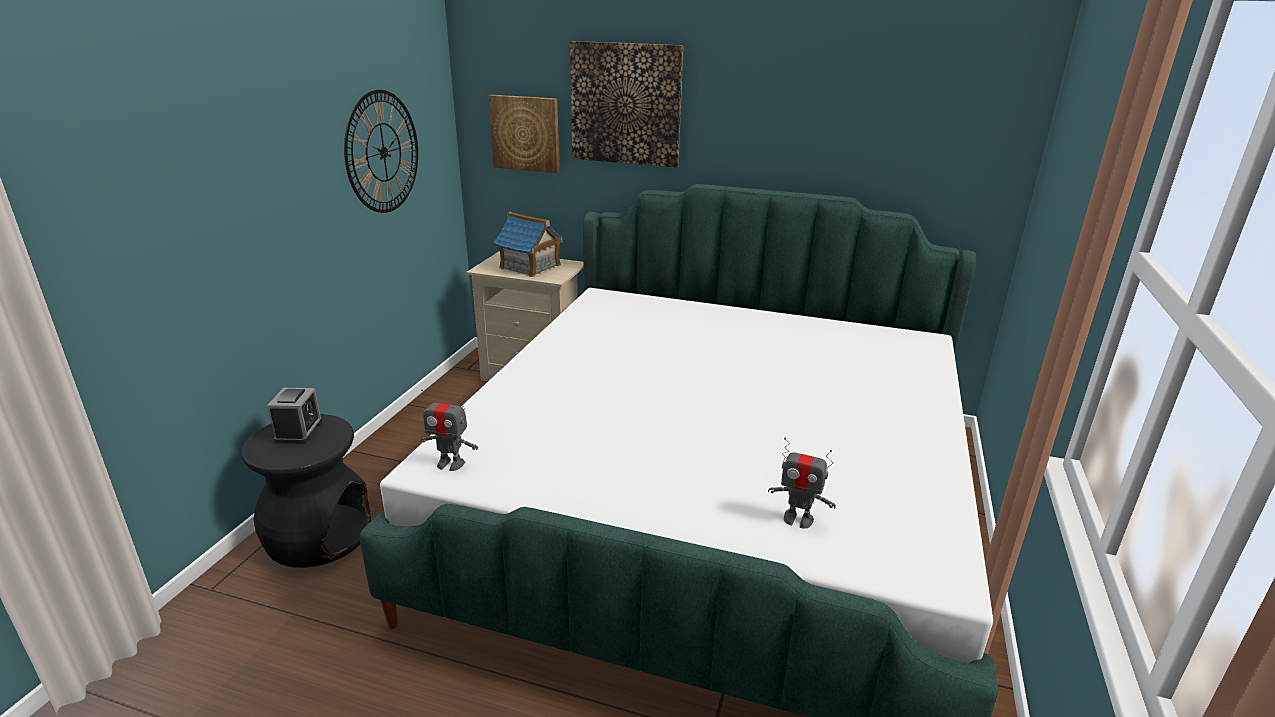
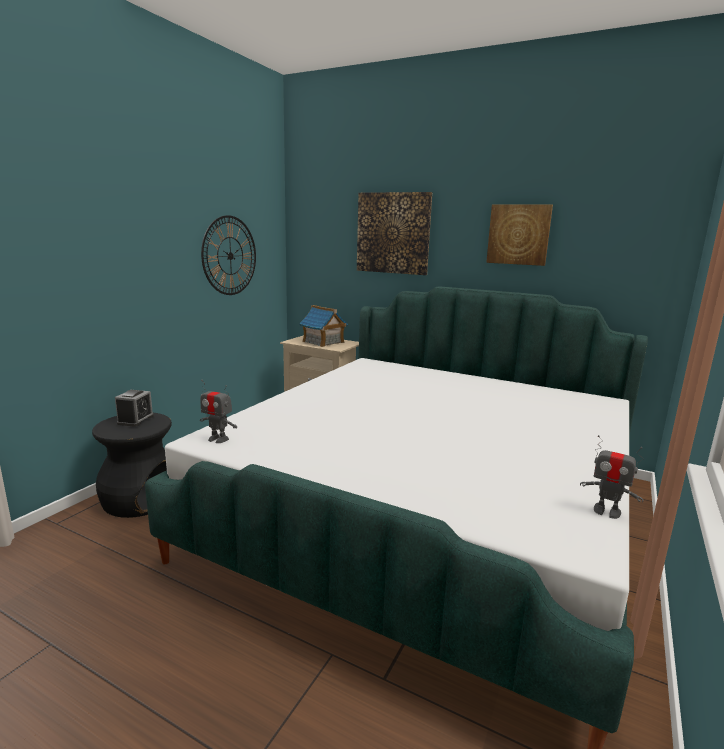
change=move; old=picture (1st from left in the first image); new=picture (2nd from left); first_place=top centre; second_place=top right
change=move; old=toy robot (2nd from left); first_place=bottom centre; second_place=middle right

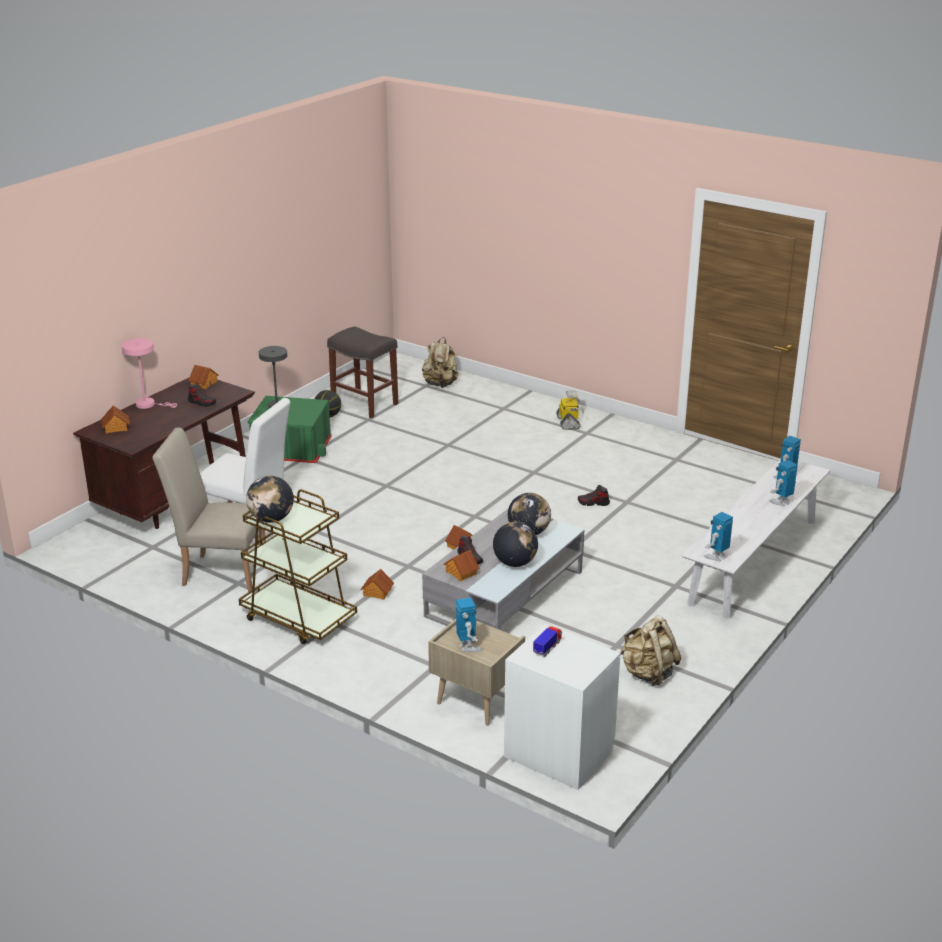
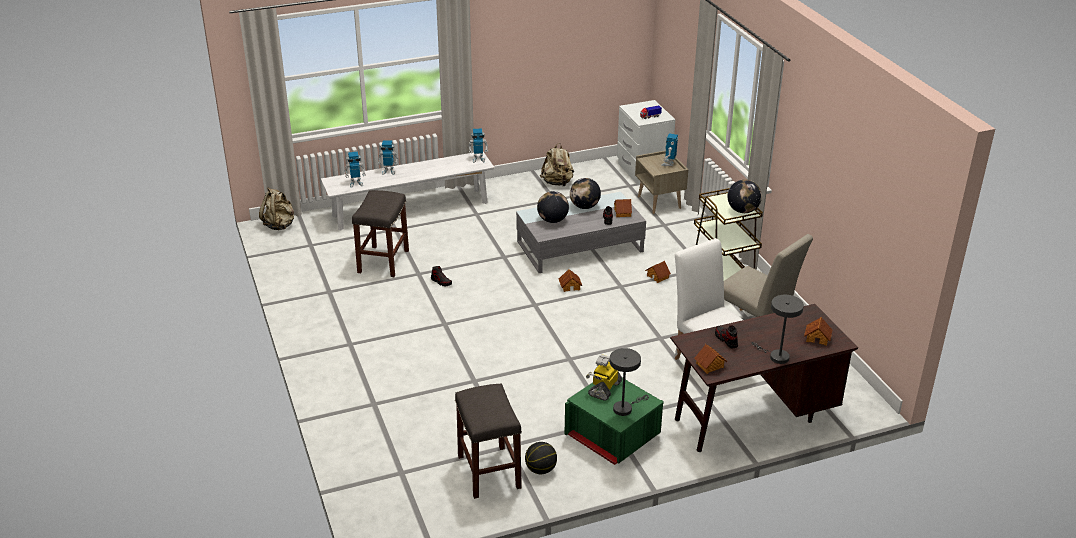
change=move; old=beige backpack (1st from left); first_place=centre; second_place=middle left
change=recolor; old=pink table lamp; new=grey table lamp (2nd from left); first_place=middle left; second_place=middle right
change=move; old=toy robot (2nd from left in the first image); new=toy robot (4th from left); first_place=centre; second_place=bottom centre
change=insert; new=grey stool (1st from left); second_place=centre

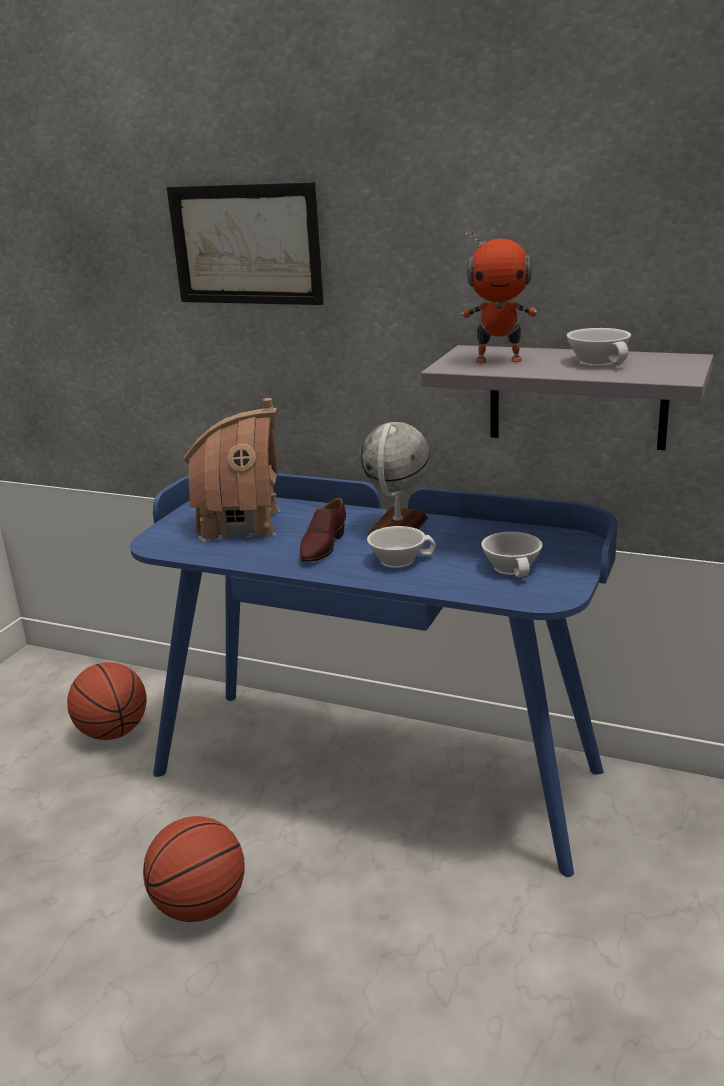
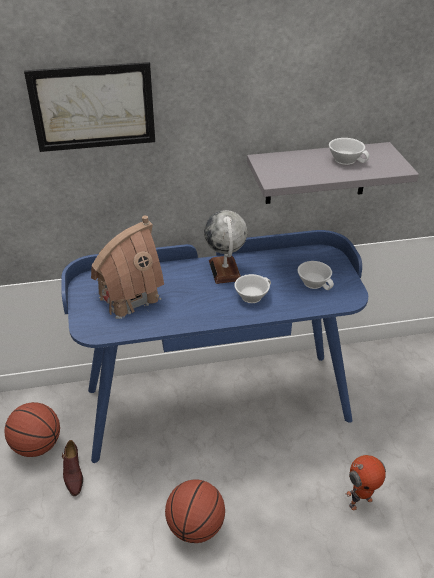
change=move; old=toy robot; first_place=top right; second_place=bottom right
change=move; old=brown shoe; first_place=centre; second_place=bottom left

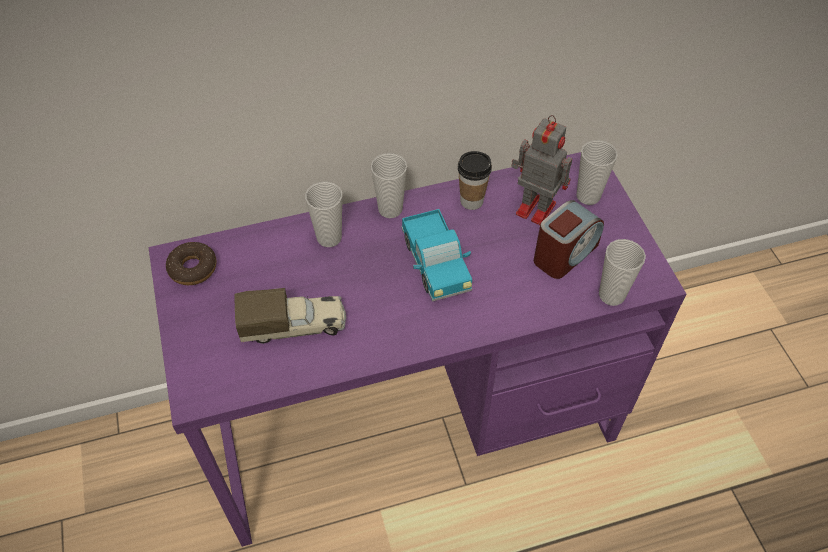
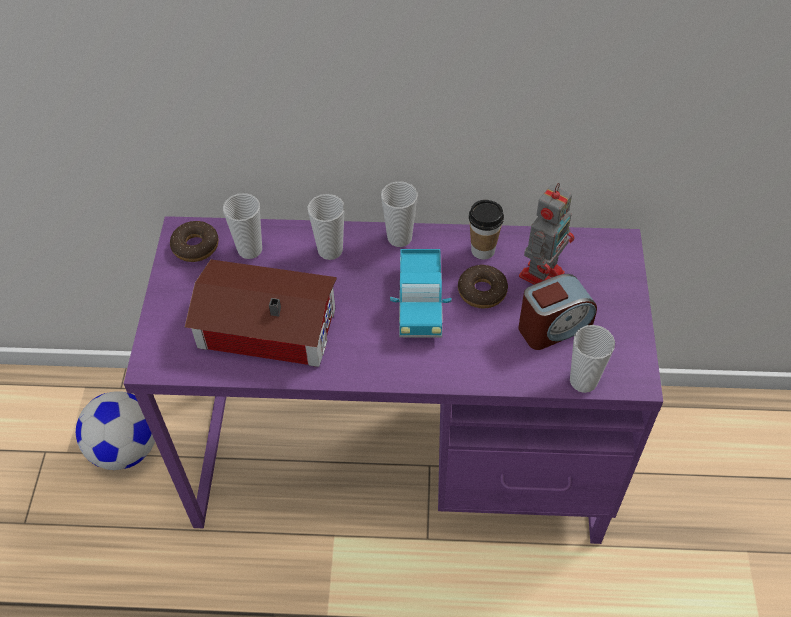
change=rotate; old=toy robot; first_place=top centre; second_place=middle right; degrees=75
change=move; old=cup (4th from left in the first image); new=cup (1st from left); first_place=top right; second_place=middle left
change=replace; old=toy truck (1st from left); new=toy house; first_place=centre; second_place=middle left
change=insert; new=donut (2nd from left); second_place=centre
change=insert; new=football; second_place=bottom left

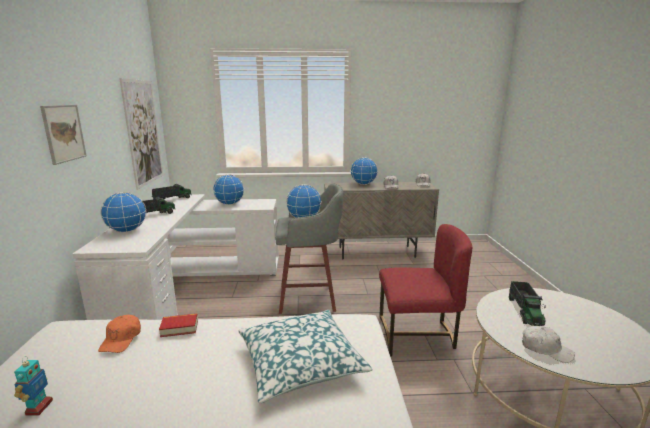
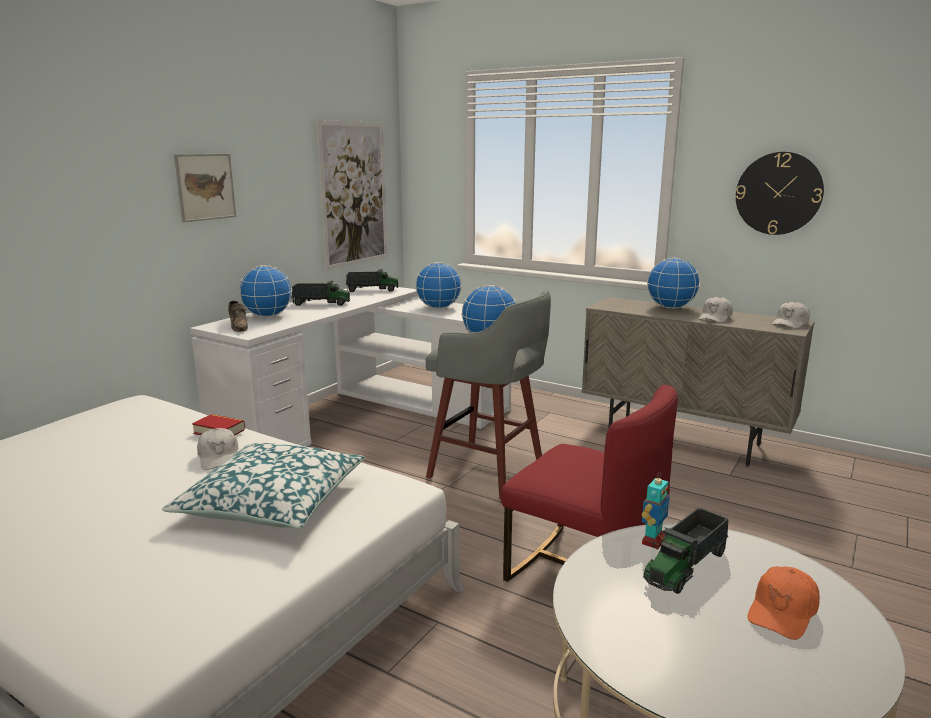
change=move; old=orange cap; first_place=bottom left; second_place=bottom right
change=move; old=white cap (3rd from left in the first image); new=white cap (1st from left); first_place=bottom right; second_place=middle left
change=move; old=toy robot; first_place=bottom left; second_place=bottom right
change=insert; new=wall clock; second_place=top right
change=insert; new=brown shoe; second_place=middle left

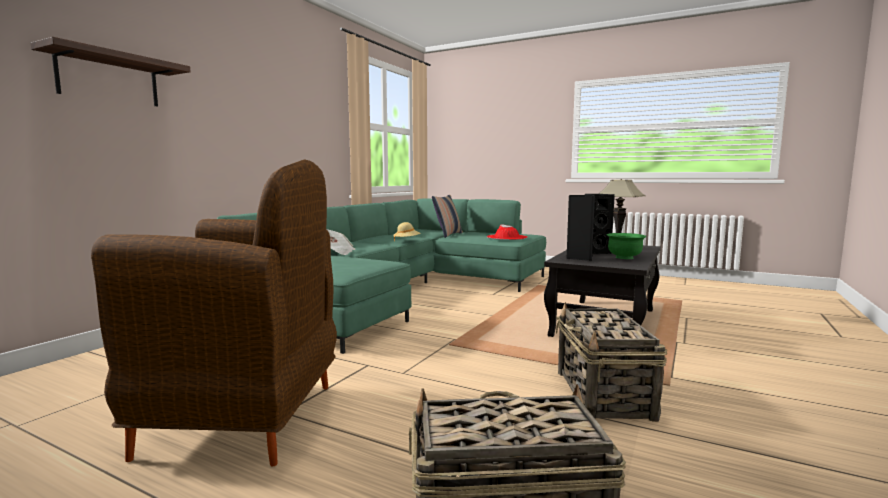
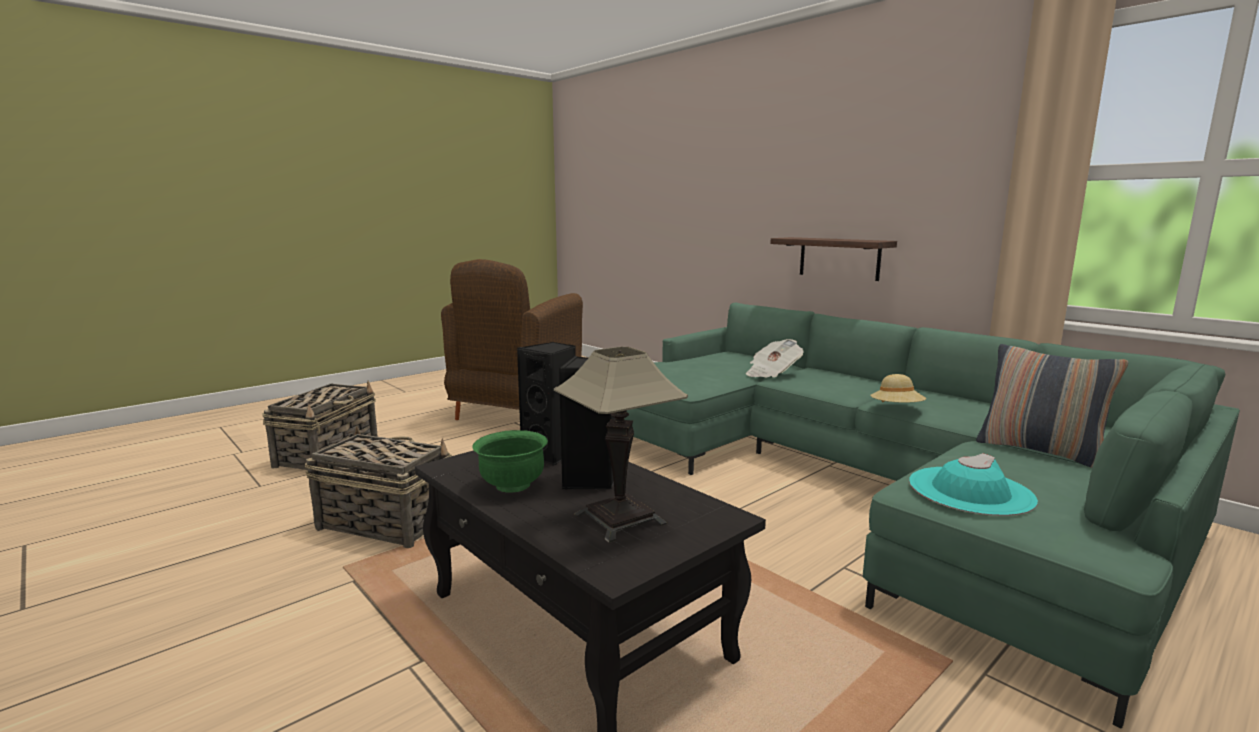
change=move; old=shelf; first_place=top left; second_place=centre
change=recolor; old=red hat; new=turquoise hat; first_place=centre; second_place=middle right

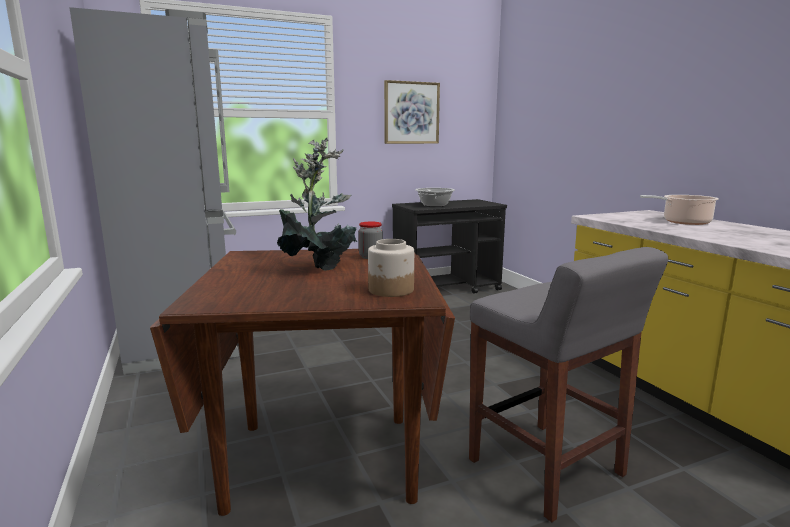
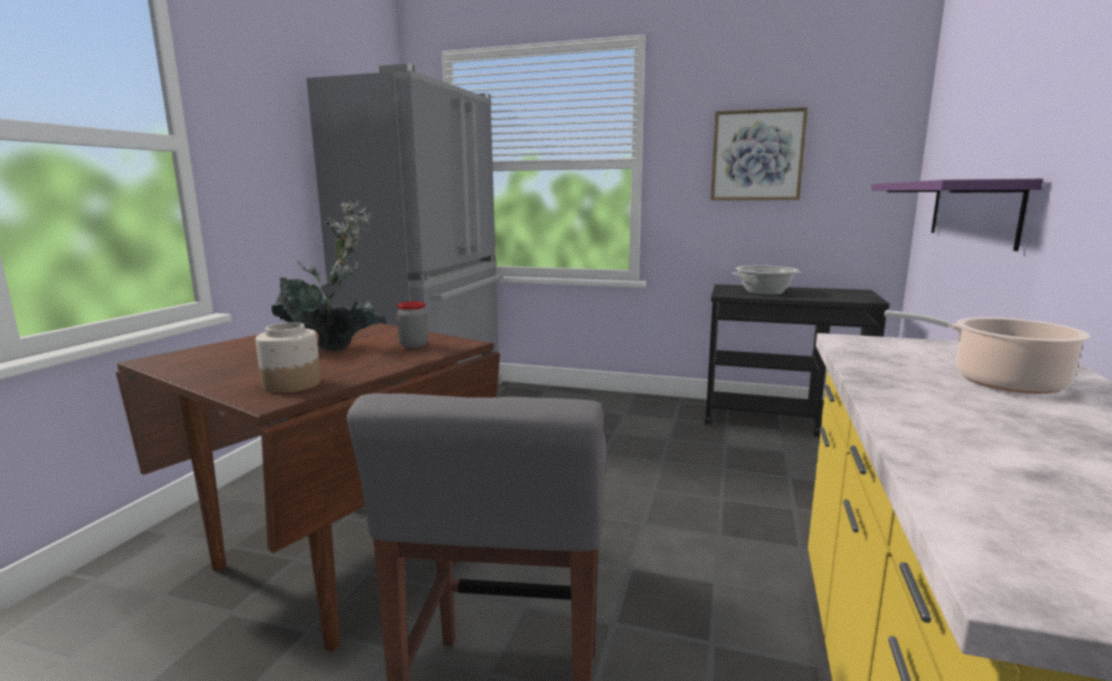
change=insert; new=purple shelf; second_place=top right

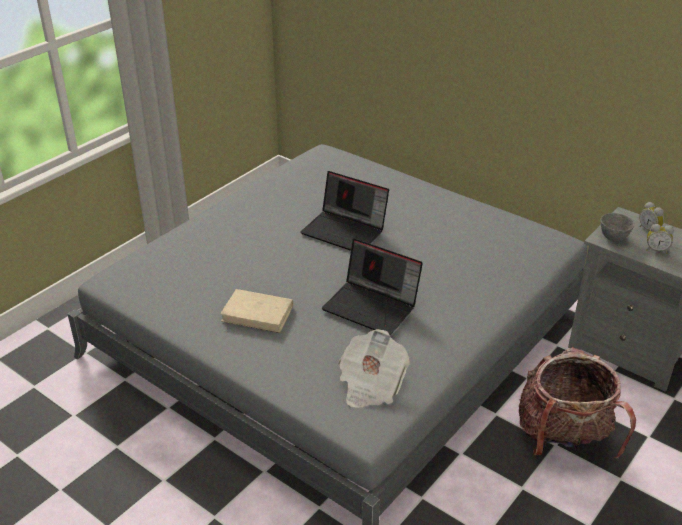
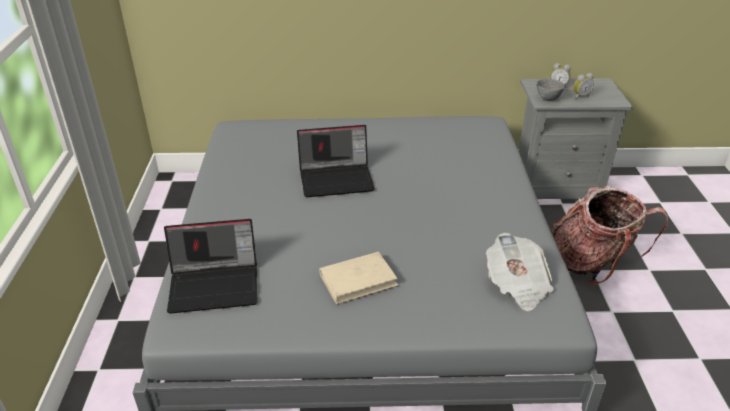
change=move; old=laptop (2nd from left in the first image); new=laptop (1st from left); first_place=centre; second_place=middle left

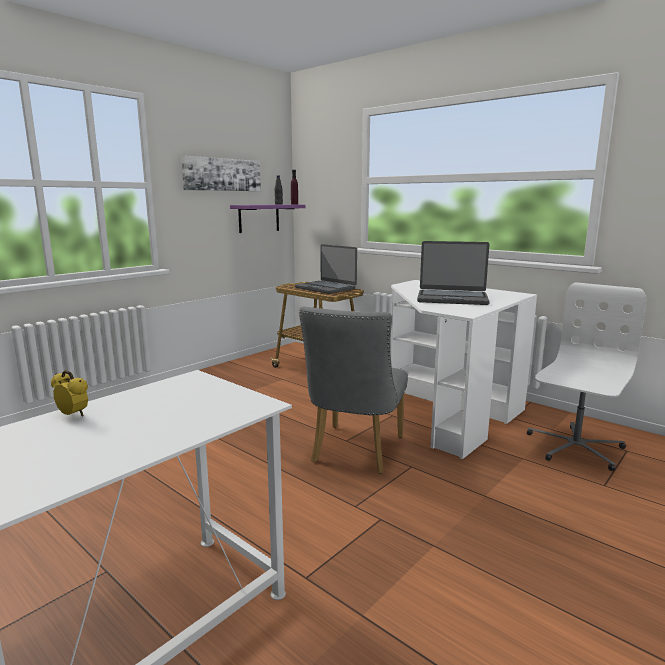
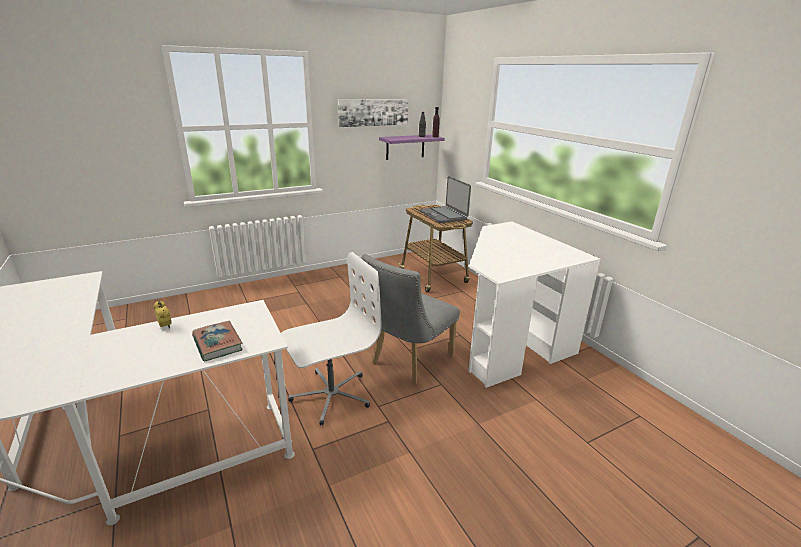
change=delete; old=laptop (2nd from left); first_place=middle right
change=move; old=white office chair; first_place=middle right; second_place=centre
change=insert; new=book; second_place=middle left

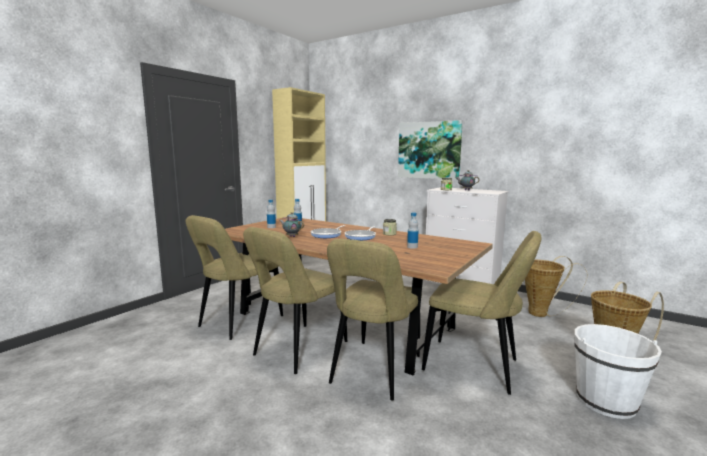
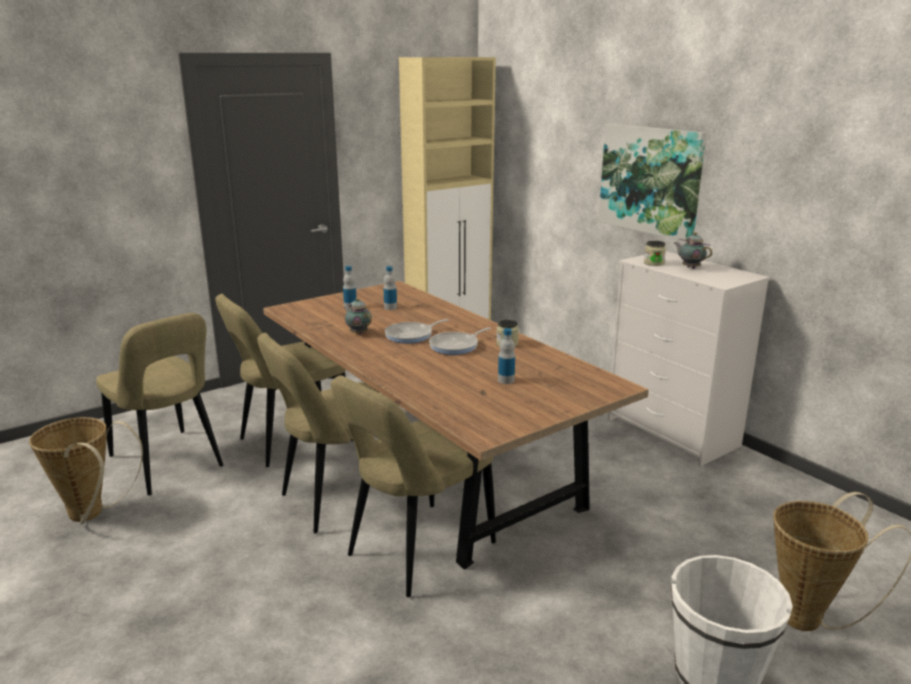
change=move; old=beige chair (4th from left in the first image); new=beige chair (1st from left); first_place=bottom right; second_place=middle left
change=move; old=basket (1st from left); first_place=middle right; second_place=bottom left

